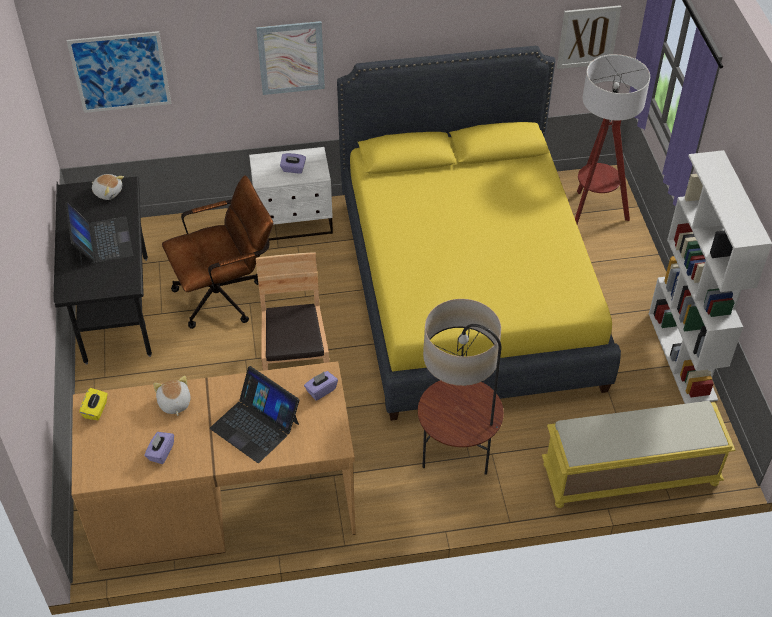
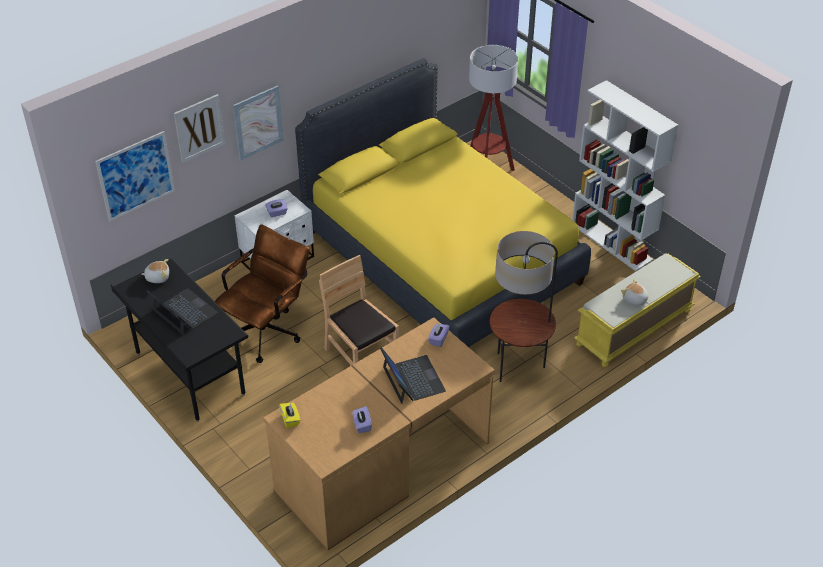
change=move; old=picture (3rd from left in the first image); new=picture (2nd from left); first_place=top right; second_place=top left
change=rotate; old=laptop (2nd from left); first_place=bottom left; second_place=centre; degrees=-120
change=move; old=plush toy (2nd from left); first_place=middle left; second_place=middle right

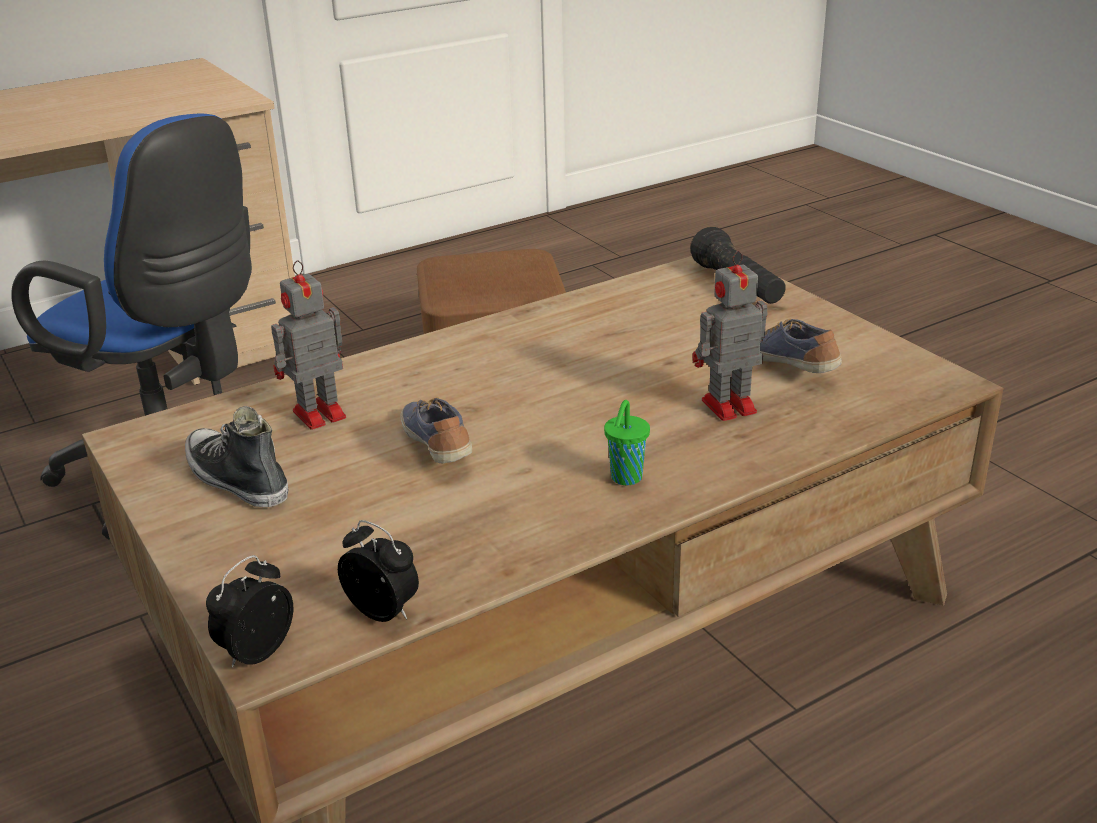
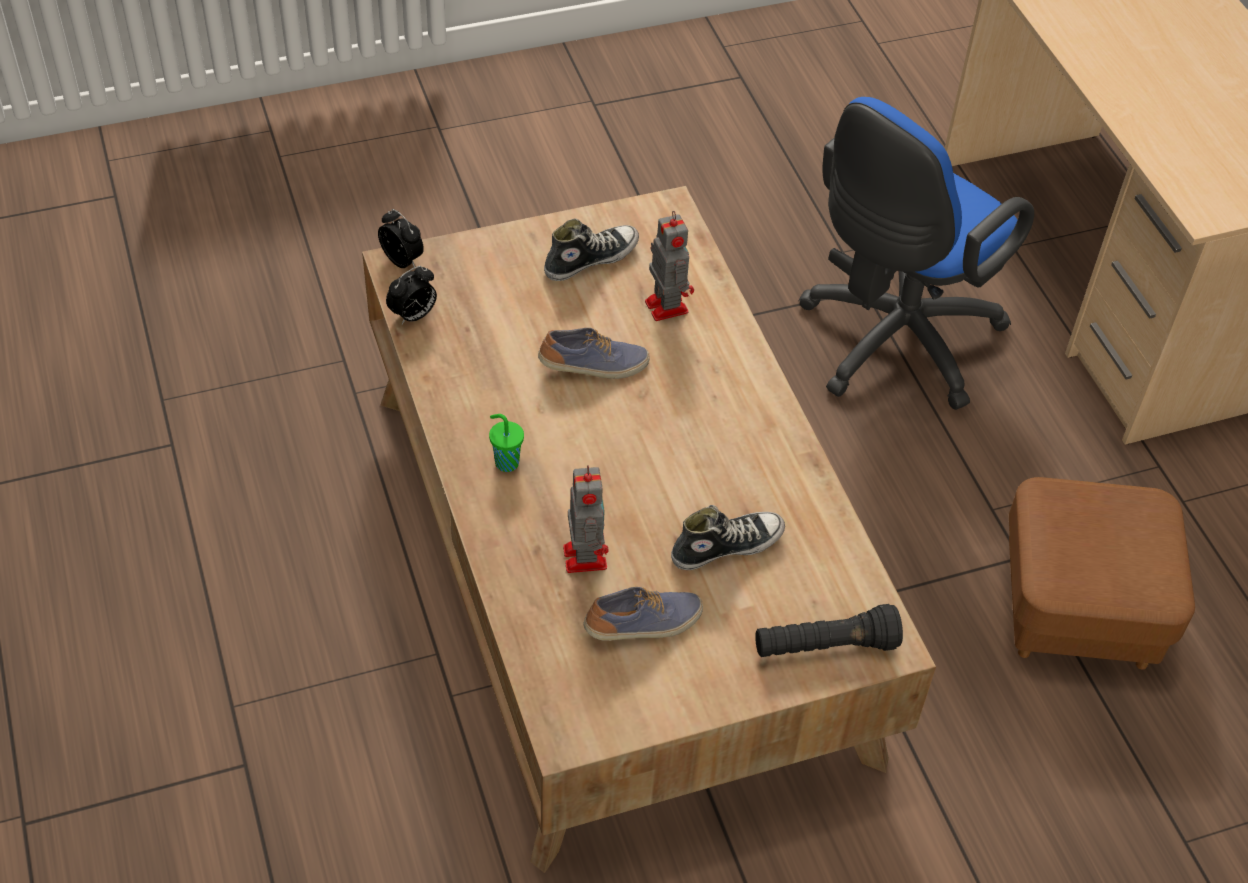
change=insert; new=shoe (4th from left); second_place=centre

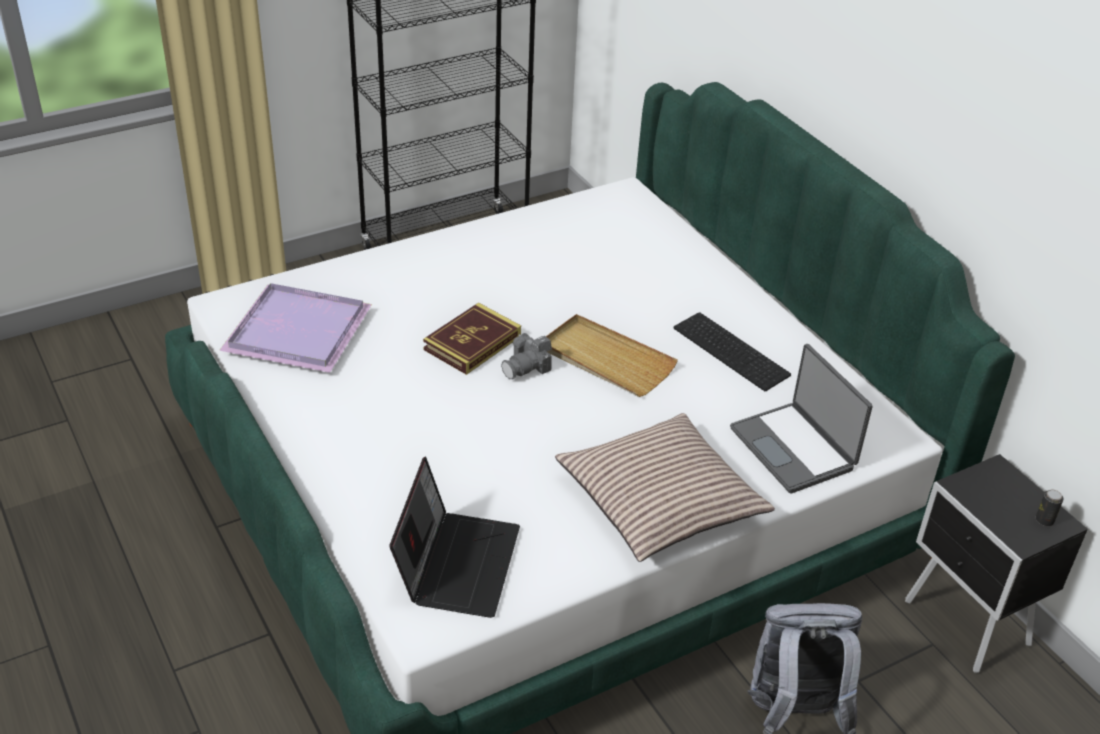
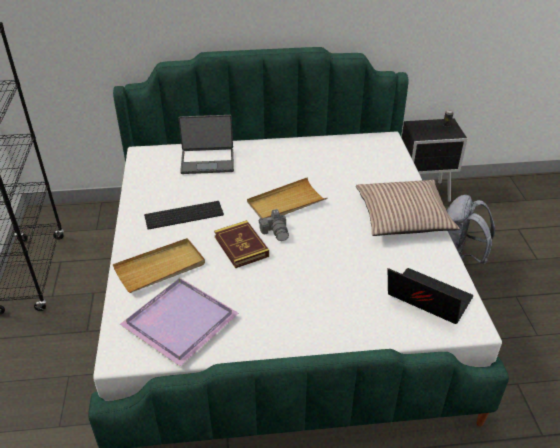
change=move; old=keyboard; first_place=centre; second_place=middle left
change=move; old=laptop (2nd from left in the first image); new=laptop (1st from left); first_place=middle right; second_place=top centre
change=insert; new=beige tray (1st from left); second_place=middle left

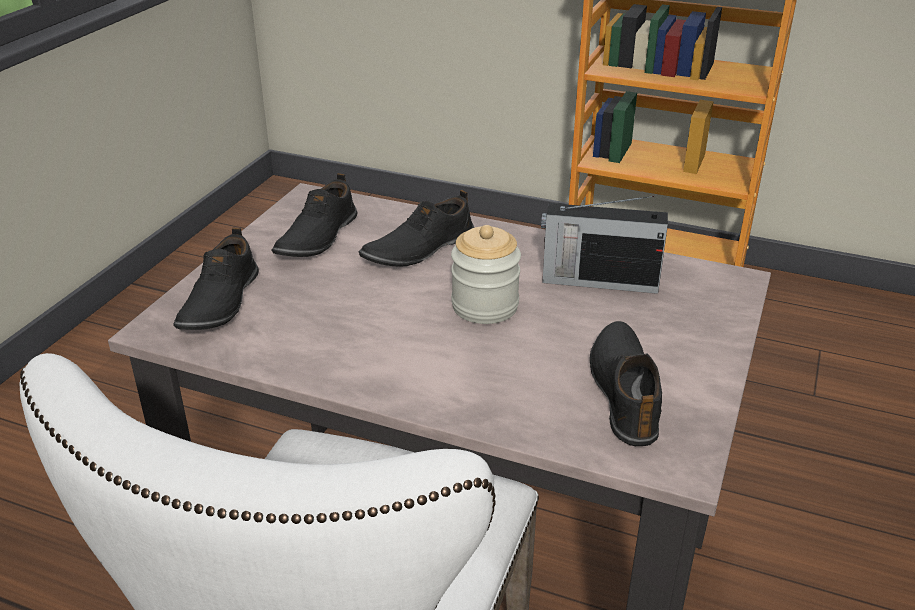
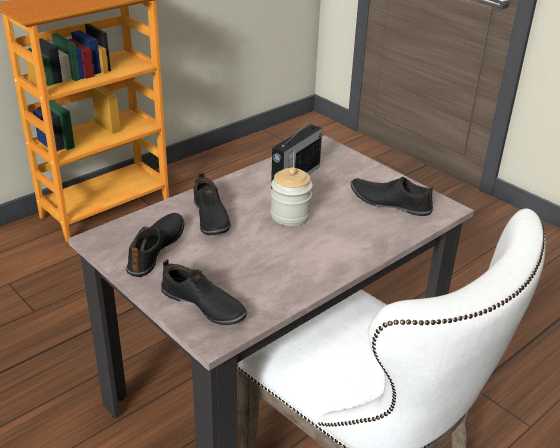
change=rotate; old=black shoe (2nd from left in the first image); first_place=centre; second_place=middle left; degrees=-120

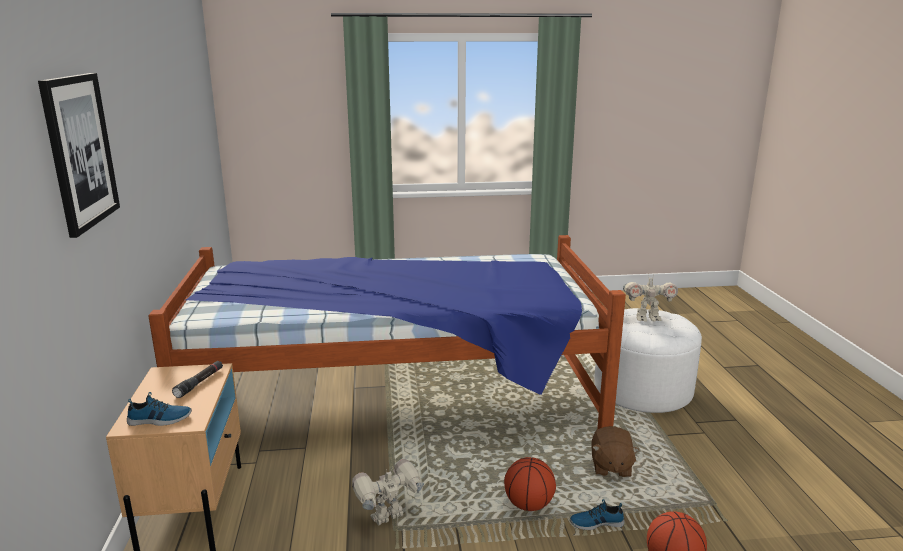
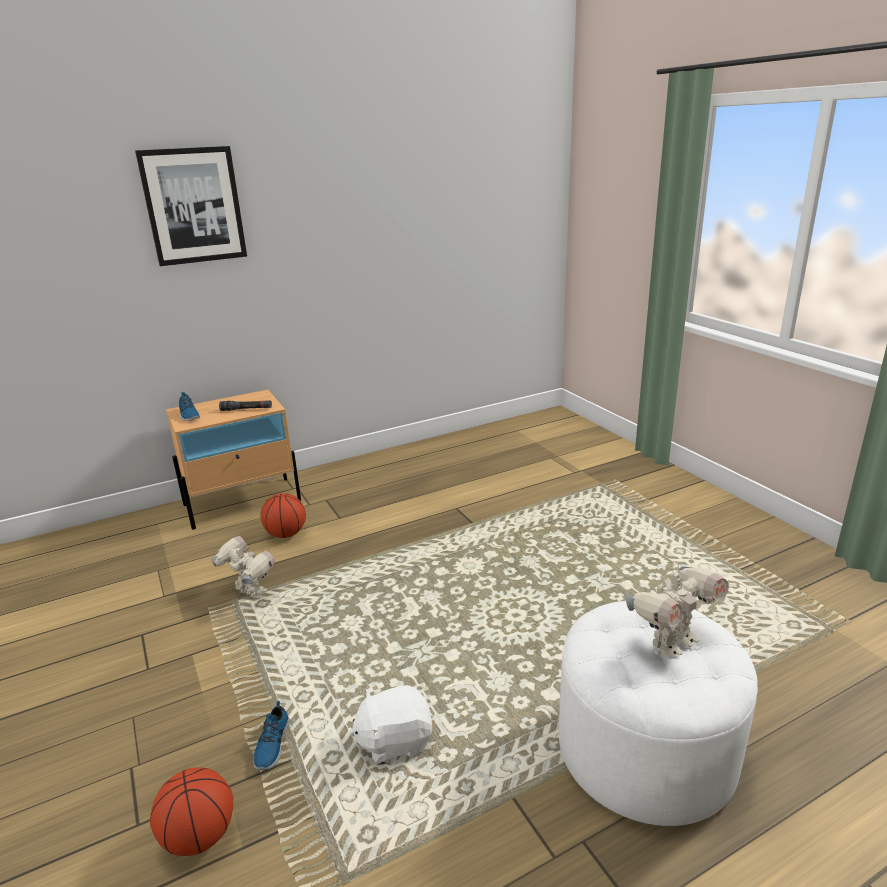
change=delete; old=bed; first_place=centre
change=rotate; old=toy robot (2nd from left); first_place=middle right; second_place=bottom right; degrees=-105
change=recolor; old=brown plush toy; new=white plush toy; first_place=bottom right; second_place=bottom centre
change=move; old=basketball (1st from left in the first image); new=basketball (2nd from left); first_place=bottom centre; second_place=middle left
change=rotate; old=shoe (2nd from left); first_place=bottom centre; second_place=bottom left; degrees=-150

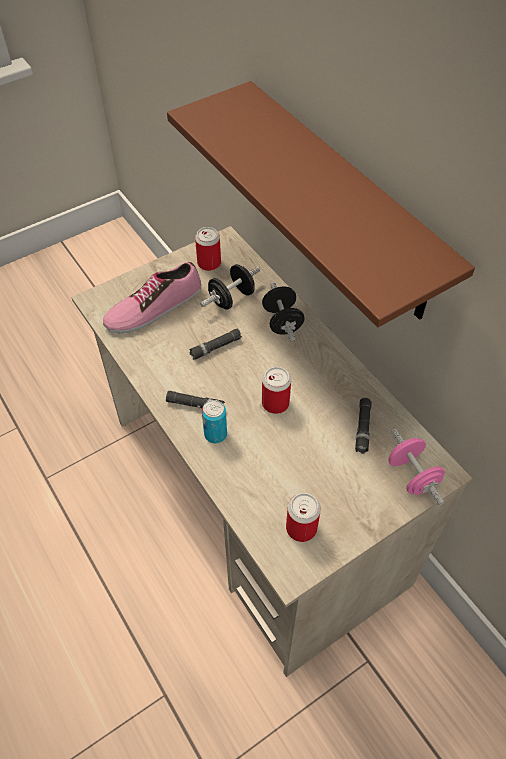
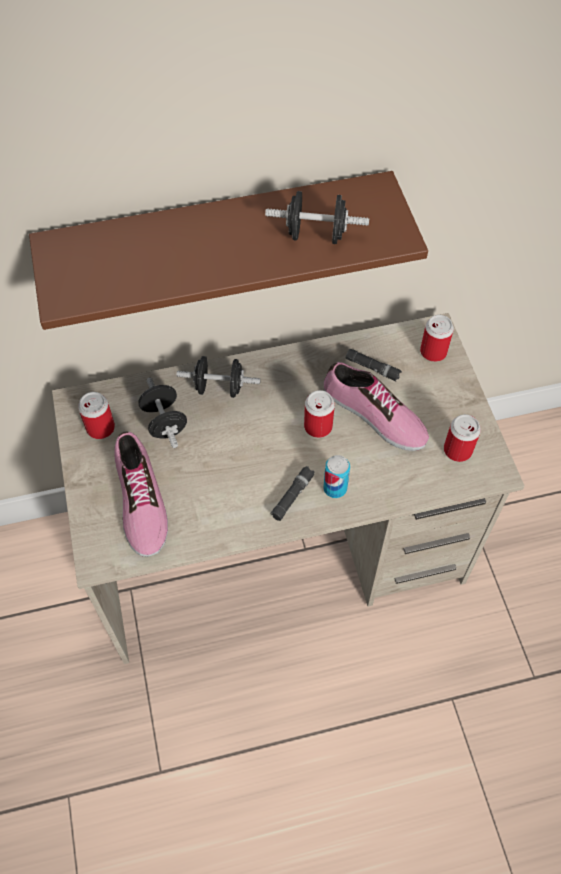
change=delete; old=black flashlight (2nd from left); first_place=centre
change=replace; old=pink dumbbell; new=can (4th from left); first_place=middle right; second_place=middle right
change=insert; new=black dumbbell (3rd from left); second_place=top centre
change=insert; new=shoe (2nd from left); second_place=middle right

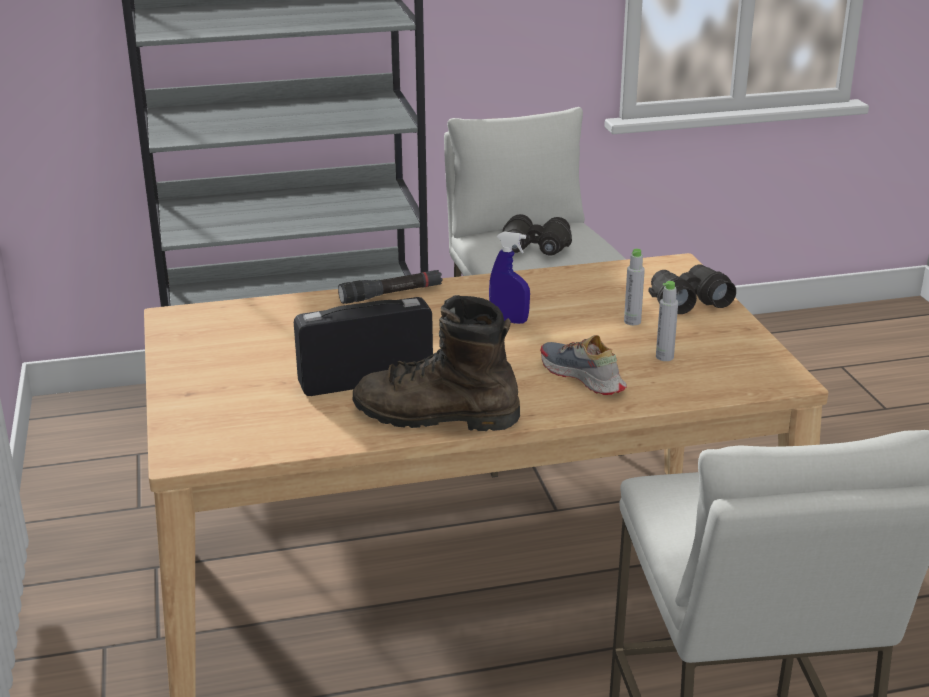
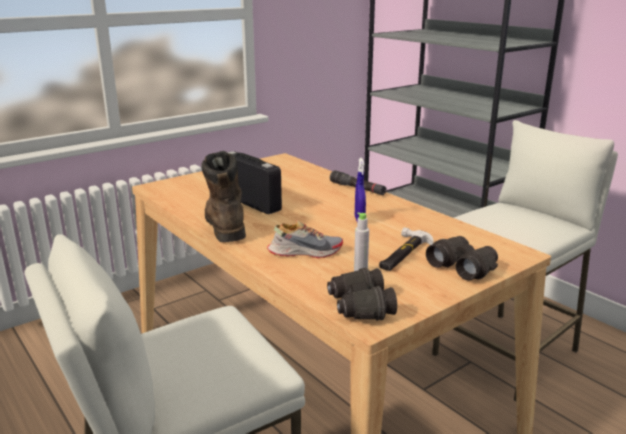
change=move; old=black binoculars (1st from left); first_place=centre; second_place=bottom centre
change=replace; old=grey bottle (1st from left); new=hammer; first_place=middle right; second_place=centre
change=rotate; old=shoe; first_place=centre; second_place=centre; degrees=60

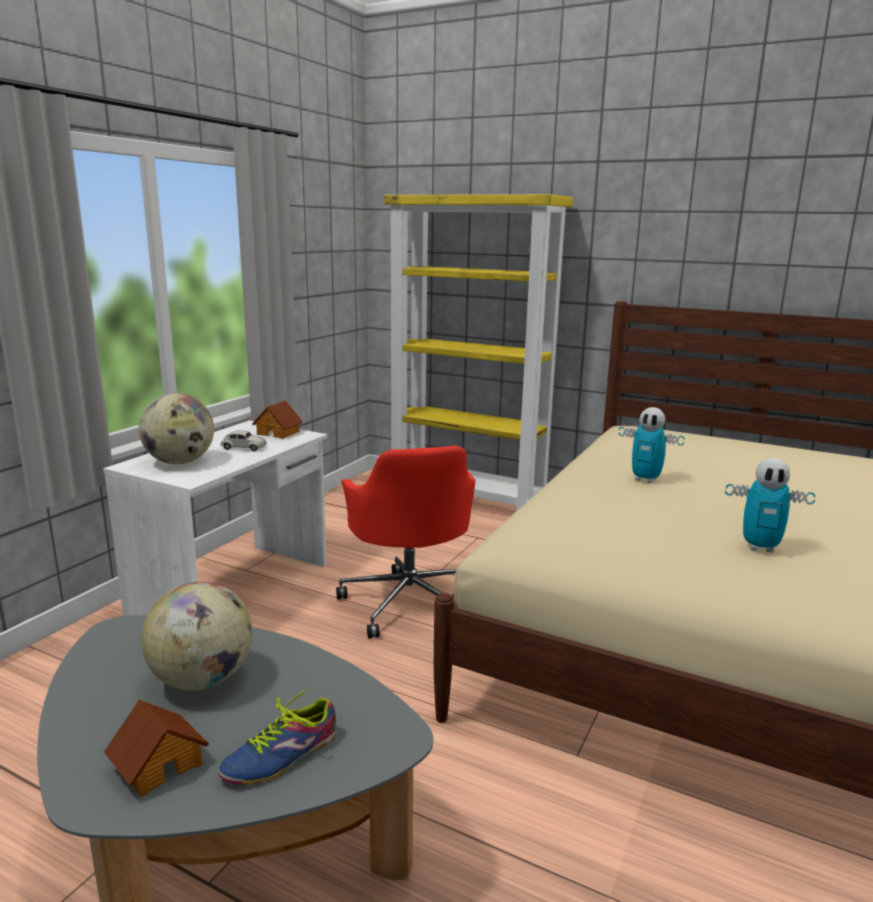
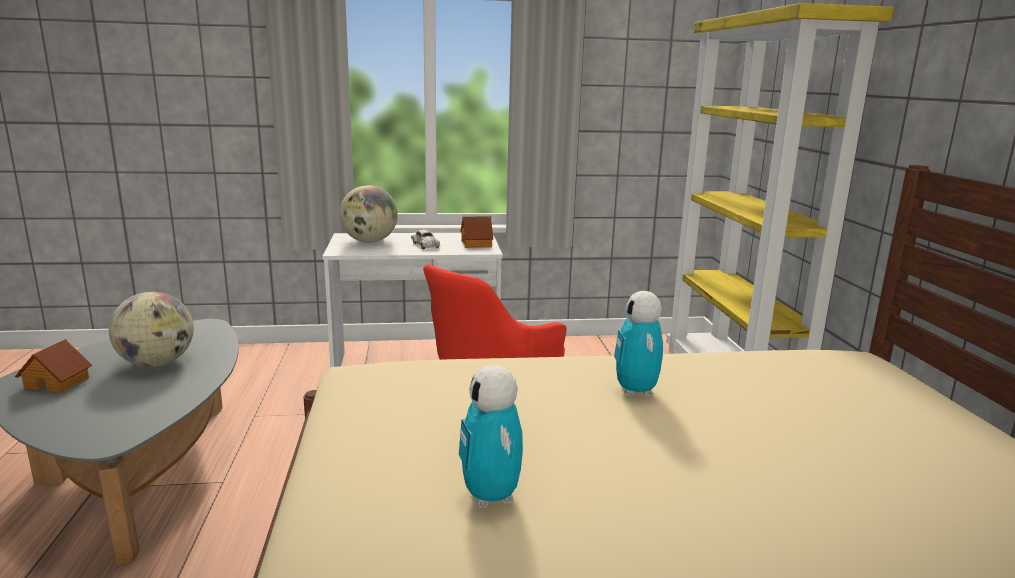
change=delete; old=shoe; first_place=bottom left

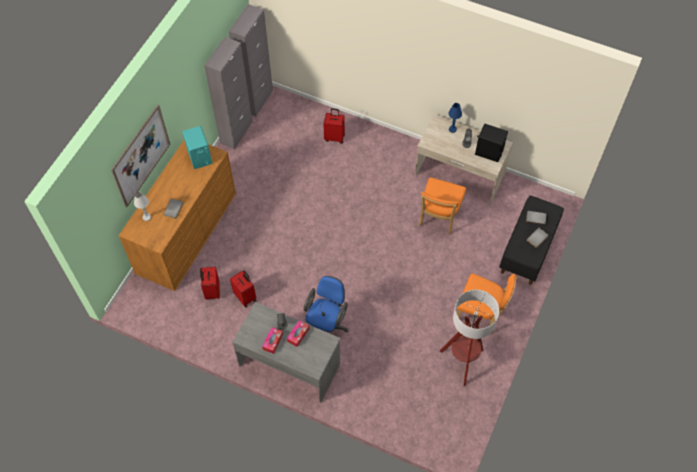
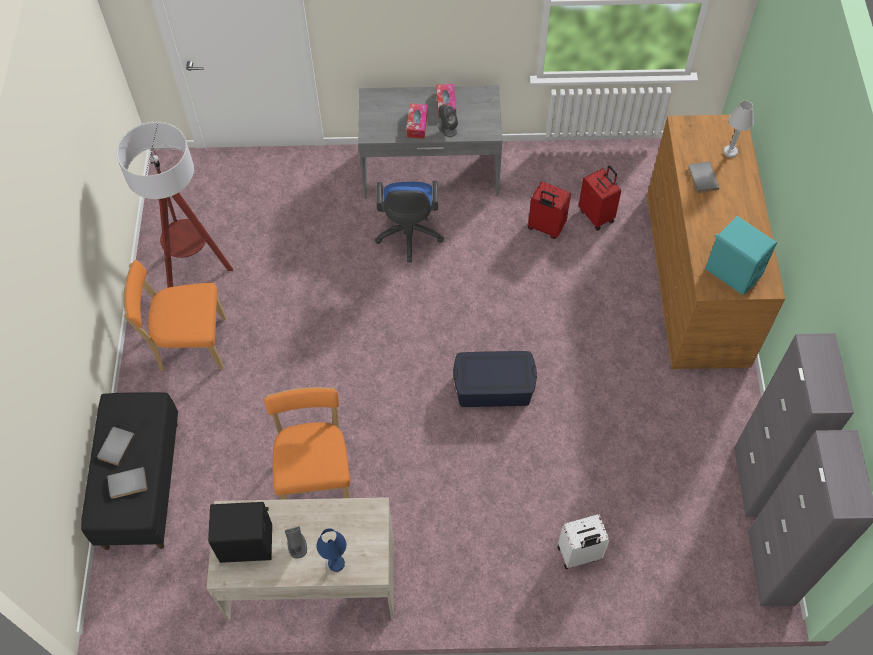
change=delete; old=picture; first_place=top left
change=recolor; old=red suitcase (3rd from left); new=white suitcase; first_place=top centre; second_place=bottom right
change=insert; new=blue storage box; second_place=centre

